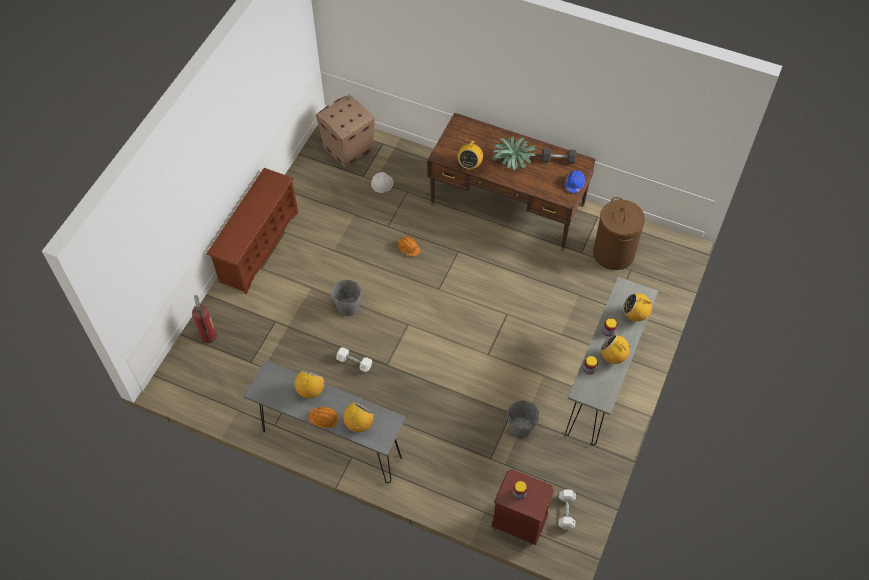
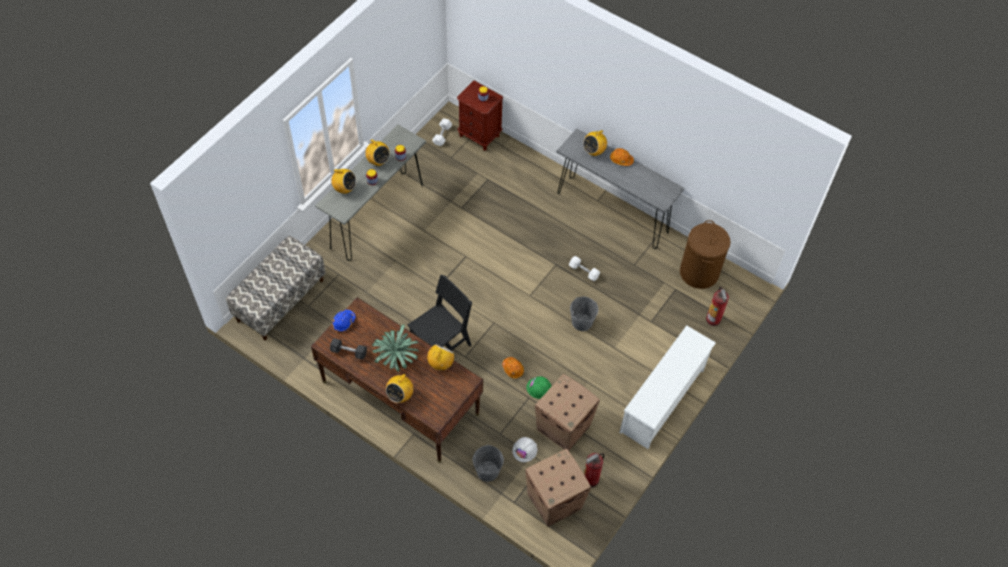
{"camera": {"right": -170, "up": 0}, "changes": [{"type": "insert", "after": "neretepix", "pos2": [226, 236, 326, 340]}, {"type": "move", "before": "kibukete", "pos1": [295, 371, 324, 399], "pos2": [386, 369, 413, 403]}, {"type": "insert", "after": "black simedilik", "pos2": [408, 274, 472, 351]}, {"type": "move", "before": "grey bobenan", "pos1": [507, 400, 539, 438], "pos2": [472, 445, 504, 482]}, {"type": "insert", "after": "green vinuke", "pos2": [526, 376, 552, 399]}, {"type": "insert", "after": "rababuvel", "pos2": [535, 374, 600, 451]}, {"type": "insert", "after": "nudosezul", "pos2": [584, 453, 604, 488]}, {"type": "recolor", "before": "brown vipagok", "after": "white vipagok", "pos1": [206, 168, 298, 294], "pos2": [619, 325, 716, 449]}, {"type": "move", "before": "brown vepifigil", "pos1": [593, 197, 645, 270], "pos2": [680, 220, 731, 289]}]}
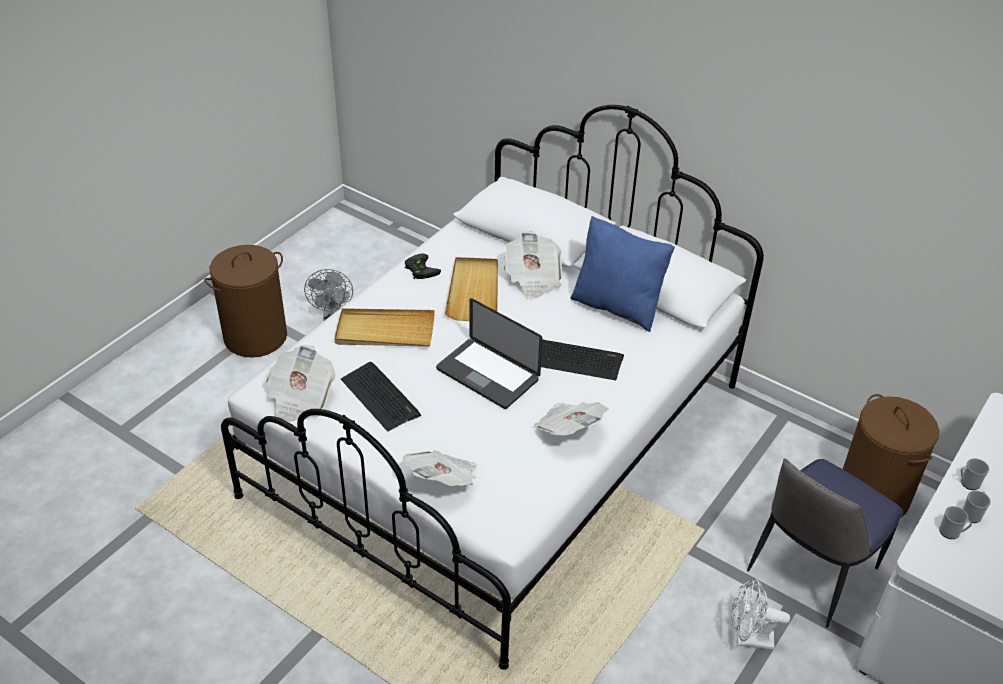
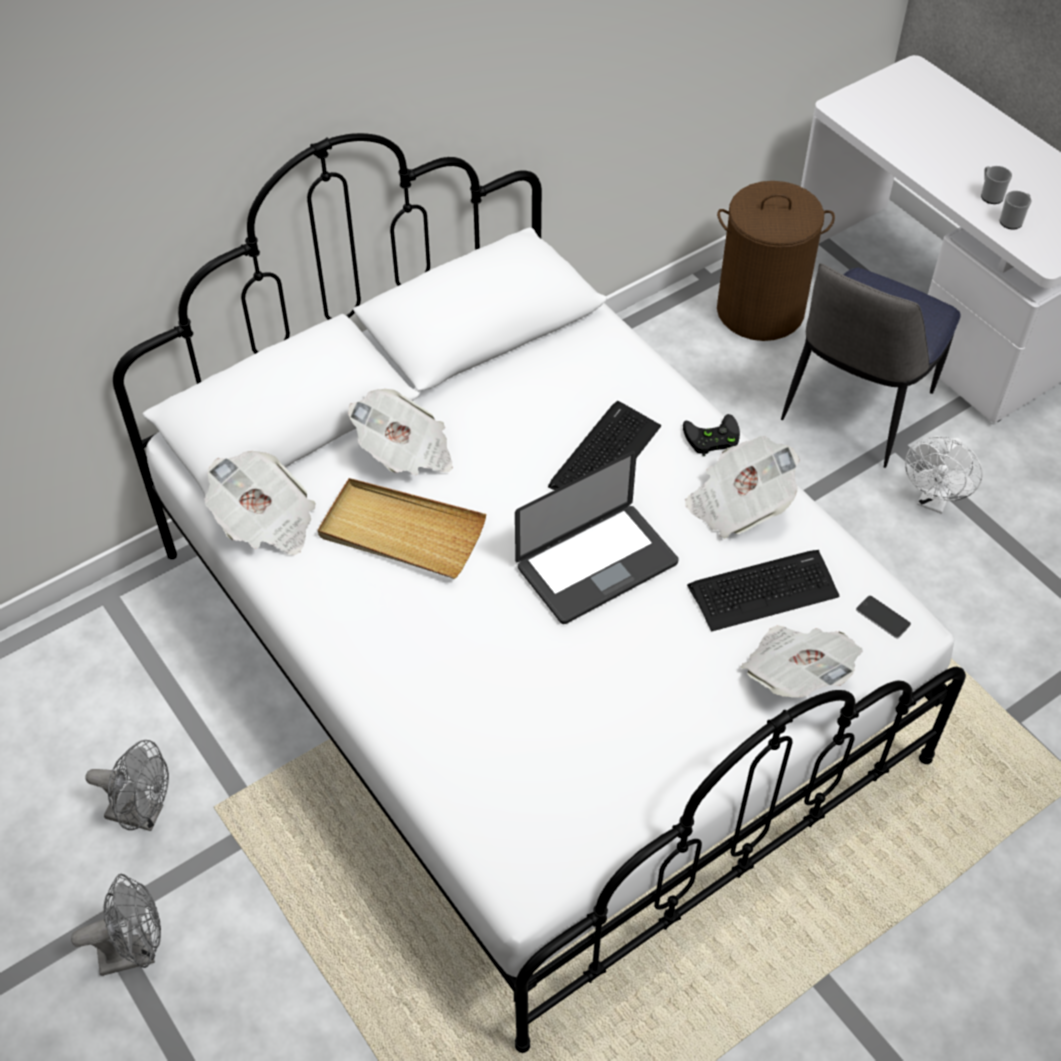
{"camera": {"right": -70, "up": 10}, "changes": [{"type": "replace", "before": "brown vepifigil", "after": "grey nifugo", "pos1": [204, 245, 287, 358], "pos2": [71, 874, 161, 976]}, {"type": "move", "before": "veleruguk", "pos1": [267, 345, 335, 422], "pos2": [204, 451, 316, 555]}, {"type": "move", "before": "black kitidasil", "pos1": [405, 254, 441, 279], "pos2": [683, 414, 740, 456]}, {"type": "move", "before": "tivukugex", "pos1": [341, 362, 421, 432], "pos2": [687, 550, 839, 632]}, {"type": "rotate", "before": "simedilik", "pos1": [747, 459, 903, 628], "pos2": [781, 264, 961, 468], "turn": 60}, {"type": "insert", "after": "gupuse", "pos2": [856, 595, 911, 638]}, {"type": "delete", "before": "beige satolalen", "pos1": [334, 308, 435, 347]}, {"type": "delete", "before": "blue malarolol", "pos1": [570, 216, 675, 332]}, {"type": "delete", "before": "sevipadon", "pos1": [961, 458, 989, 490]}]}
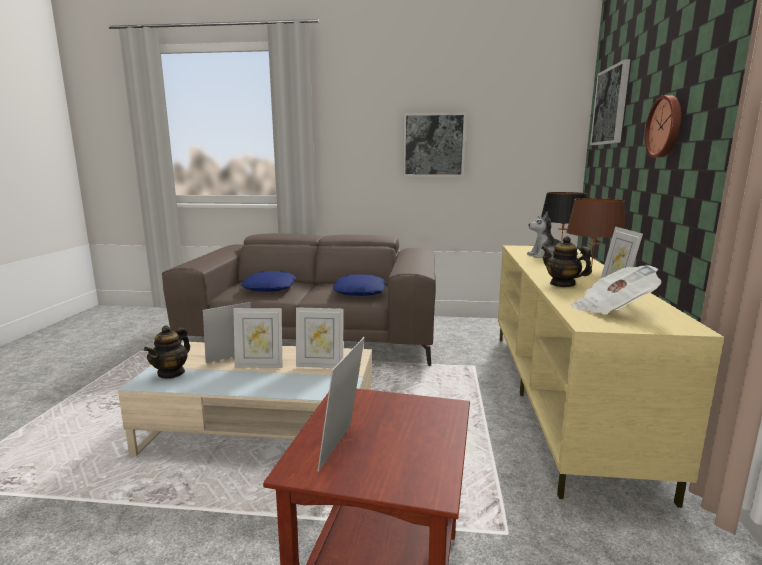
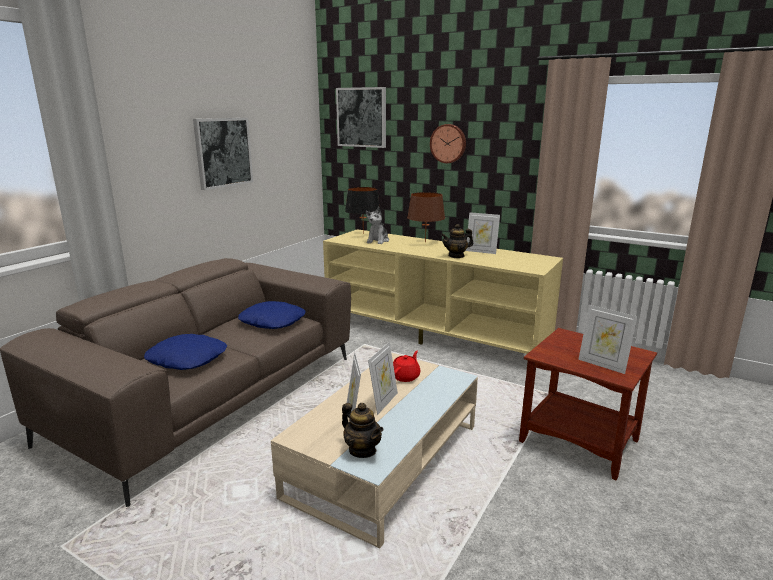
{"camera": {"right": -65, "up": 5}, "changes": [{"type": "replace", "before": "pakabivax", "after": "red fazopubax", "pos1": [296, 307, 344, 368], "pos2": [393, 351, 420, 382]}, {"type": "delete", "before": "veleruguk", "pos1": [571, 265, 661, 314]}]}
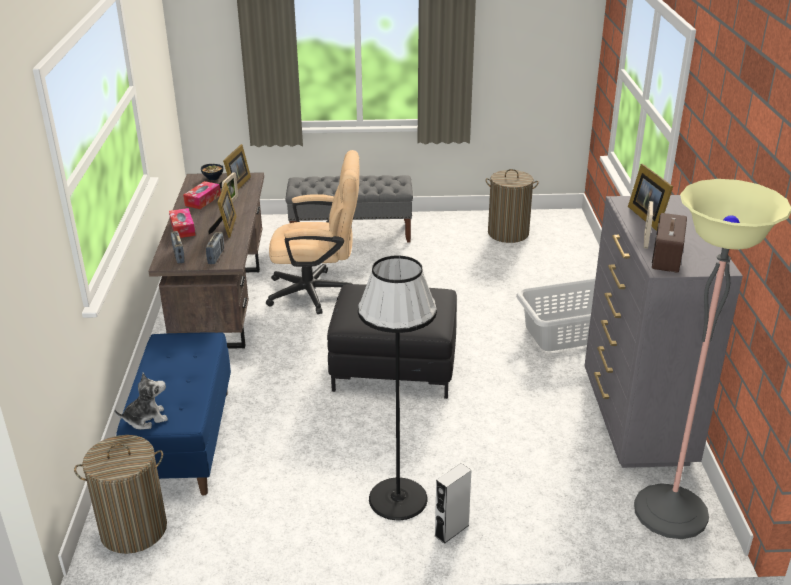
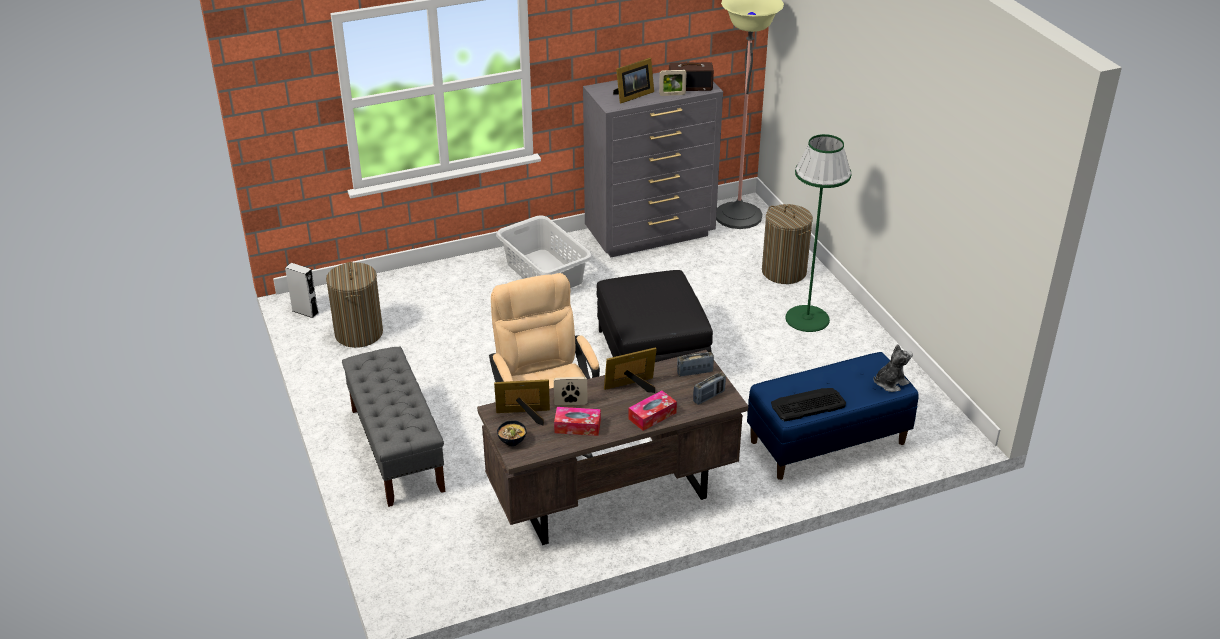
{"camera": {"right": -110, "up": 5}, "changes": [{"type": "move", "before": "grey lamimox", "pos1": [435, 463, 471, 544], "pos2": [285, 263, 318, 318]}, {"type": "move", "before": "vepifigil", "pos1": [74, 435, 167, 554], "pos2": [762, 204, 813, 284]}, {"type": "insert", "after": "tivukugex", "pos2": [771, 388, 846, 421]}, {"type": "recolor", "before": "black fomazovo", "after": "green fomazovo", "pos1": [358, 256, 437, 520], "pos2": [785, 134, 852, 332]}, {"type": "rotate", "before": "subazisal", "pos1": [114, 372, 168, 430], "pos2": [873, 344, 913, 392], "turn": 105}]}
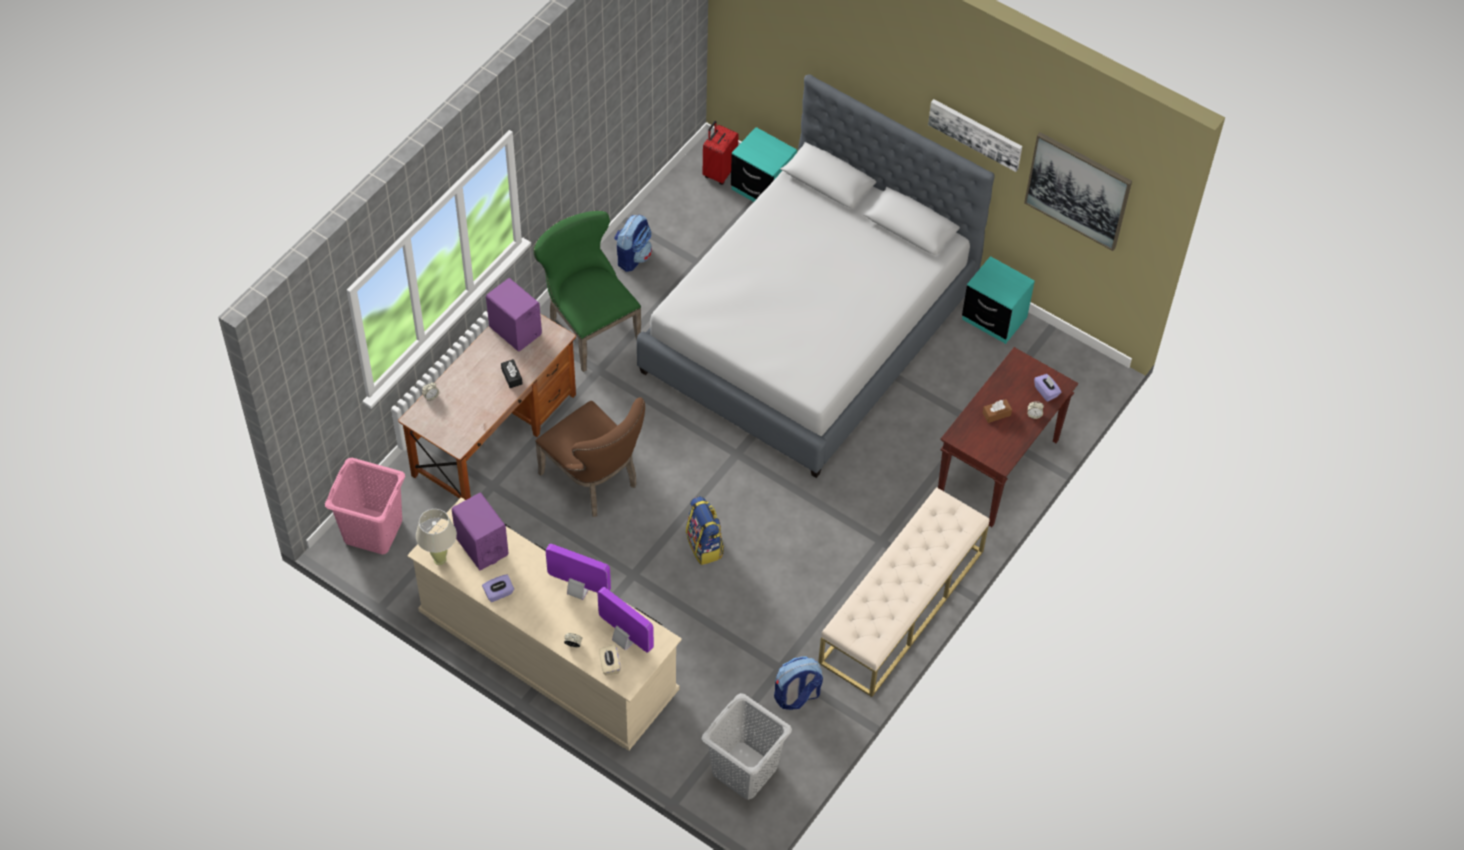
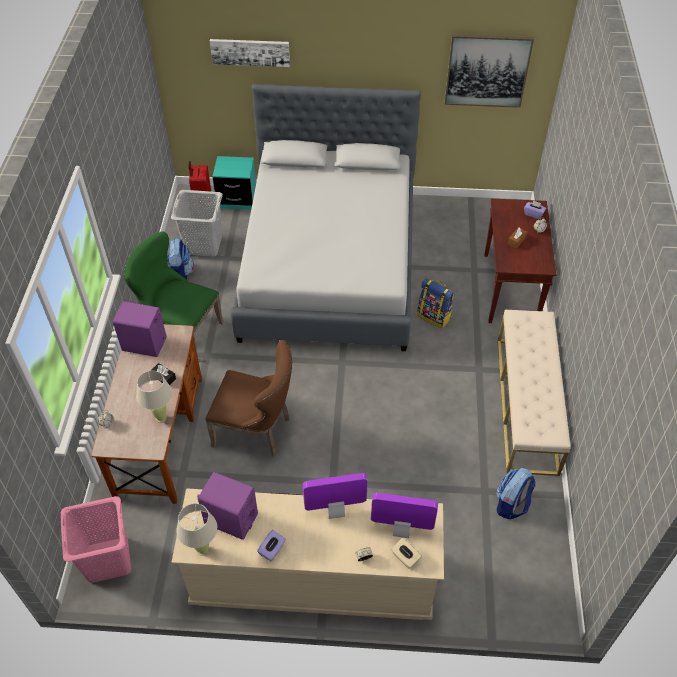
{"camera": {"right": -30, "up": -5}, "changes": [{"type": "insert", "after": "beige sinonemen", "pos2": [136, 370, 172, 423]}, {"type": "move", "before": "grey vepifigil", "pos1": [702, 693, 792, 800], "pos2": [171, 190, 223, 257]}, {"type": "move", "before": "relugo", "pos1": [928, 99, 1022, 172], "pos2": [210, 39, 290, 67]}, {"type": "move", "before": "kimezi", "pos1": [686, 496, 724, 565], "pos2": [417, 278, 454, 328]}, {"type": "delete", "before": "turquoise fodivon", "pos1": [962, 256, 1035, 344]}]}
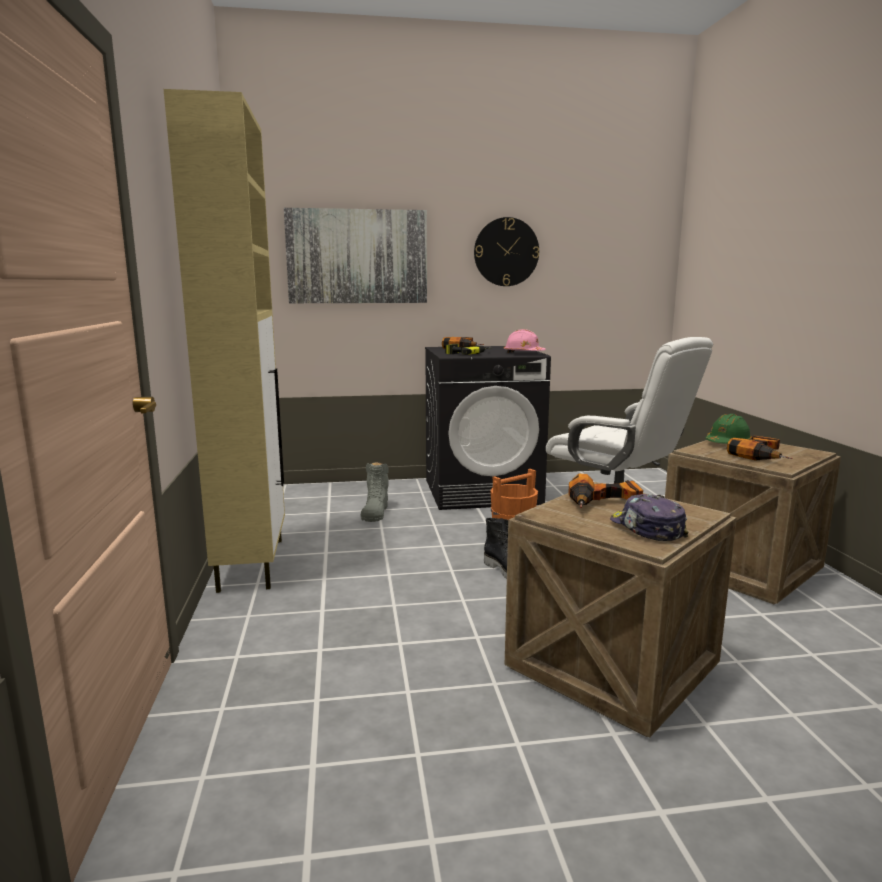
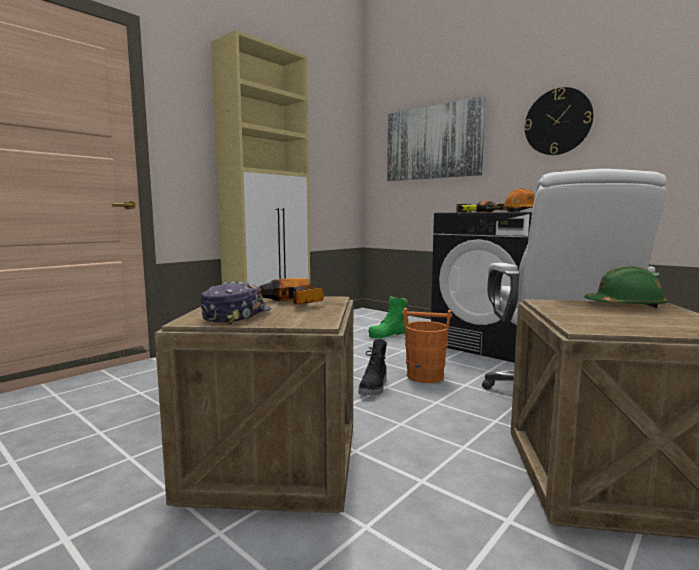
{"camera": {"right": 50, "up": -5}, "changes": [{"type": "recolor", "before": "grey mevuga", "after": "green mevuga", "pos1": [361, 462, 389, 522], "pos2": [368, 296, 409, 338]}, {"type": "recolor", "before": "pink vinuke", "after": "orange vinuke", "pos1": [504, 329, 546, 353], "pos2": [503, 188, 535, 212]}, {"type": "delete", "before": "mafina", "pos1": [727, 436, 793, 461]}]}
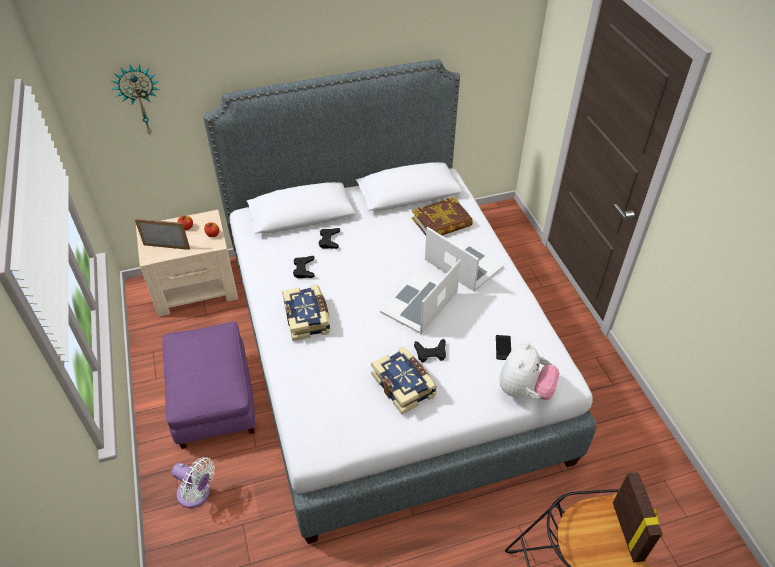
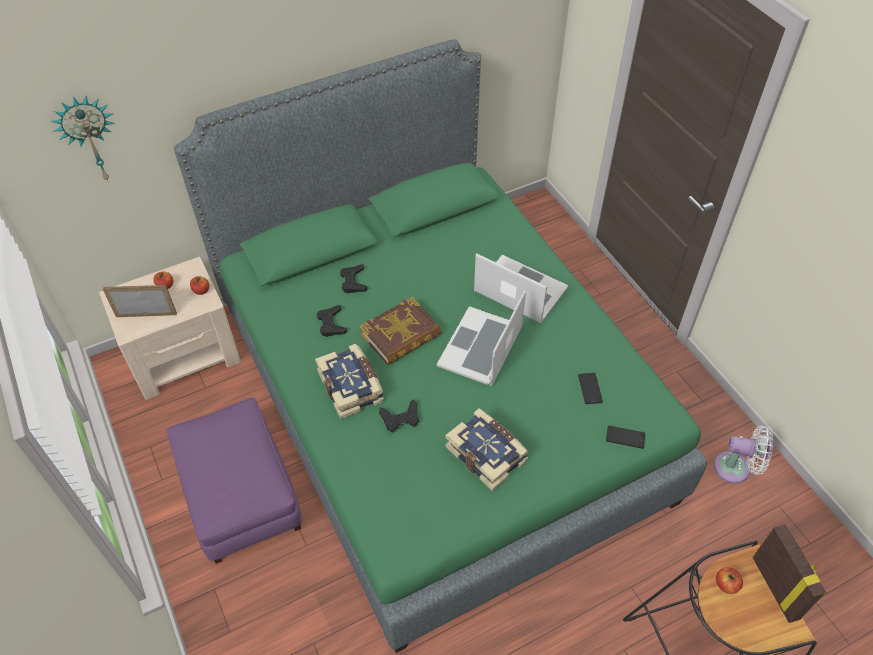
{"camera": {"right": -10, "up": 5}, "changes": [{"type": "recolor", "before": "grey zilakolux", "after": "green zilakolux", "pos1": [203, 59, 596, 544], "pos2": [174, 39, 707, 653]}, {"type": "move", "before": "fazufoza", "pos1": [412, 197, 473, 236], "pos2": [359, 297, 442, 365]}, {"type": "move", "before": "black kitidasil", "pos1": [414, 339, 446, 362], "pos2": [379, 399, 419, 432]}, {"type": "replace", "before": "subazisal", "after": "gupuse", "pos1": [500, 343, 559, 400], "pos2": [606, 426, 645, 449]}, {"type": "move", "before": "white nifugo", "pos1": [171, 457, 215, 508], "pos2": [714, 426, 773, 484]}, {"type": "insert", "after": "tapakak", "pos2": [716, 567, 743, 594]}]}
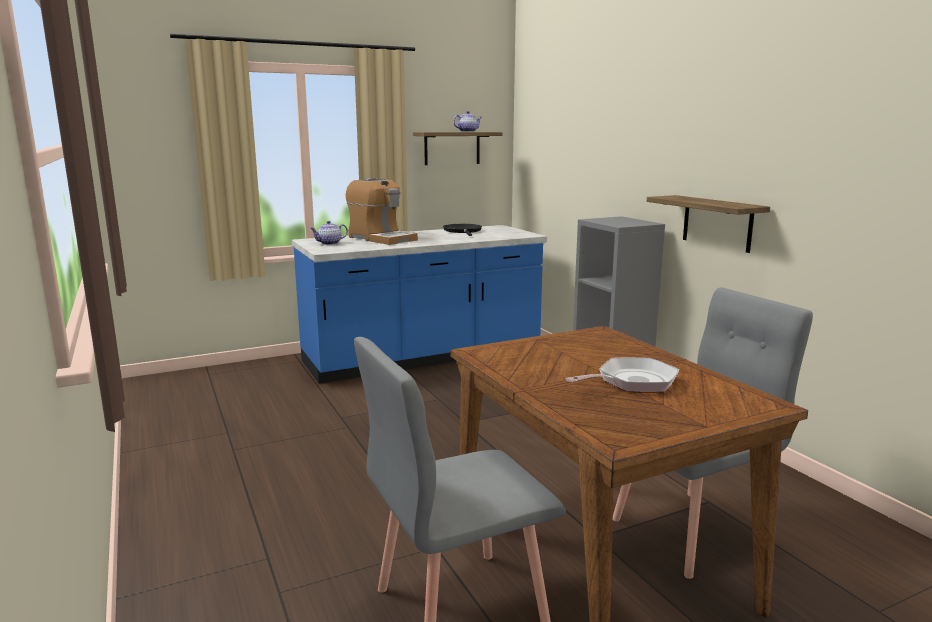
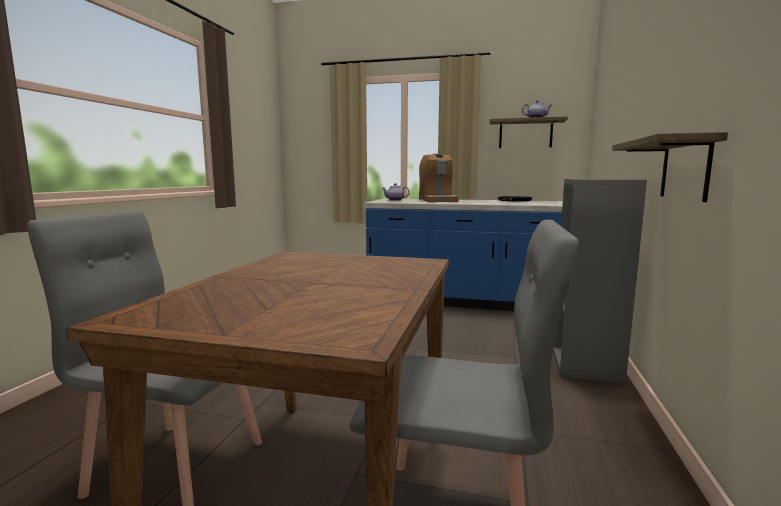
{"camera": {"right": 40, "up": -5}, "changes": [{"type": "delete", "before": "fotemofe", "pos1": [565, 357, 679, 393]}]}
